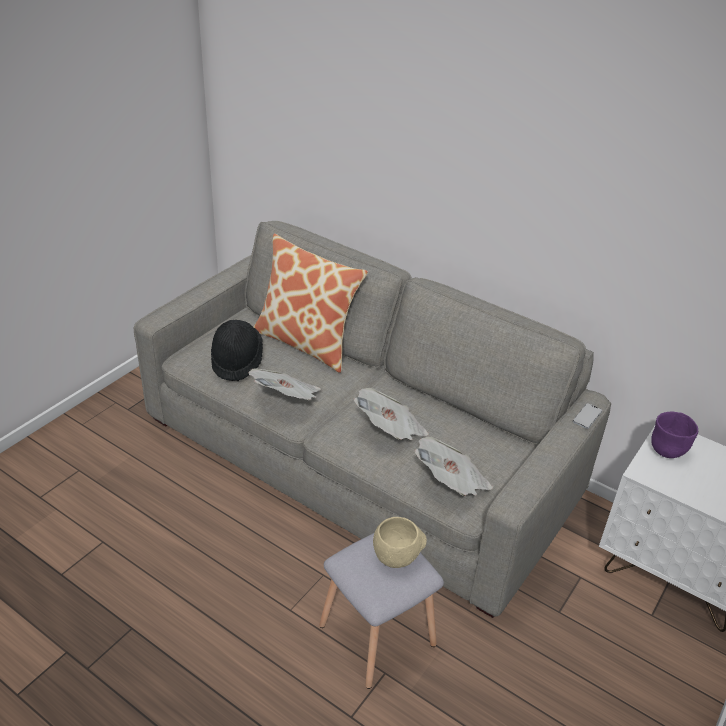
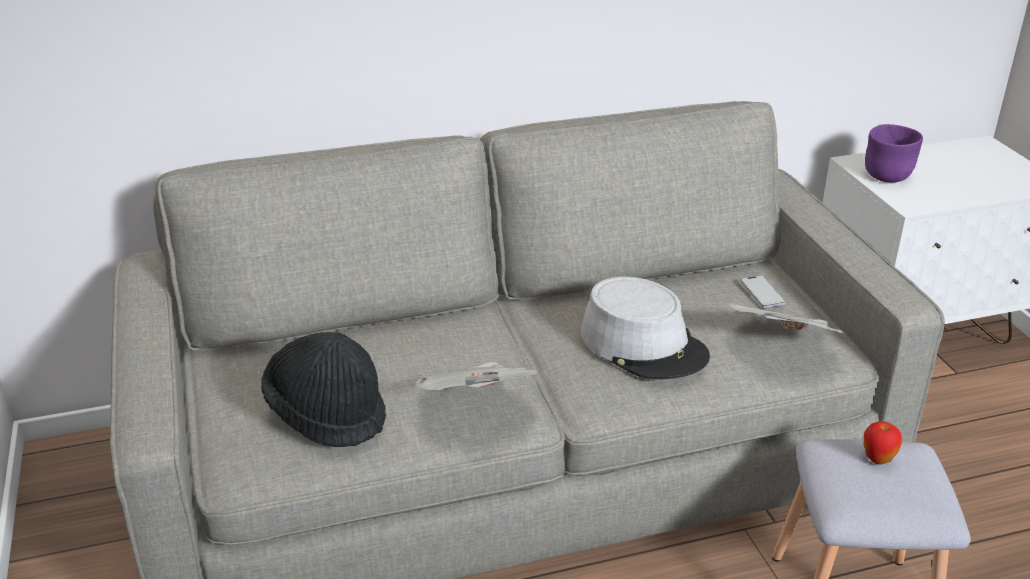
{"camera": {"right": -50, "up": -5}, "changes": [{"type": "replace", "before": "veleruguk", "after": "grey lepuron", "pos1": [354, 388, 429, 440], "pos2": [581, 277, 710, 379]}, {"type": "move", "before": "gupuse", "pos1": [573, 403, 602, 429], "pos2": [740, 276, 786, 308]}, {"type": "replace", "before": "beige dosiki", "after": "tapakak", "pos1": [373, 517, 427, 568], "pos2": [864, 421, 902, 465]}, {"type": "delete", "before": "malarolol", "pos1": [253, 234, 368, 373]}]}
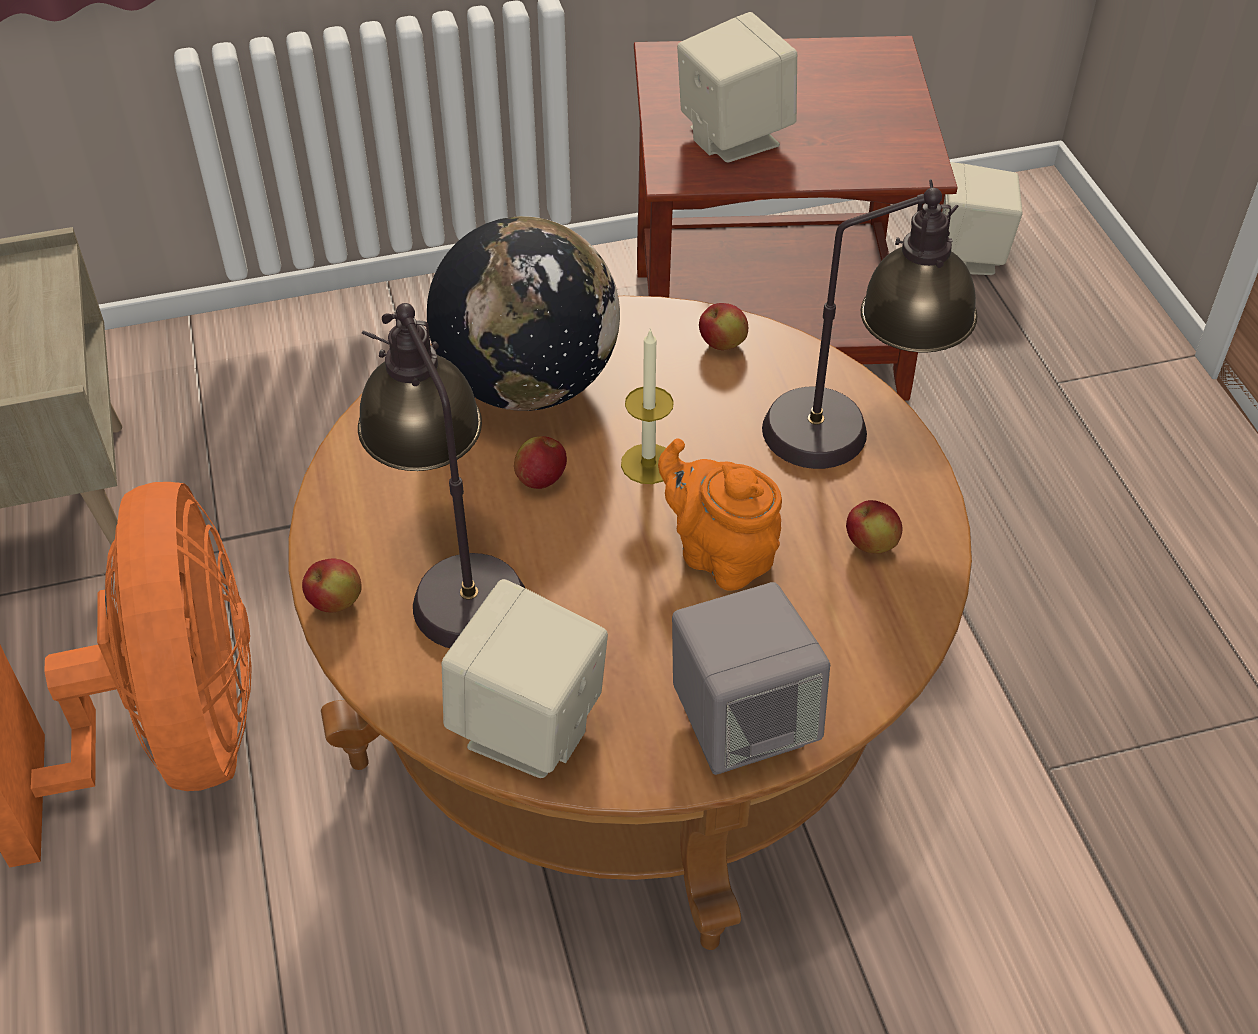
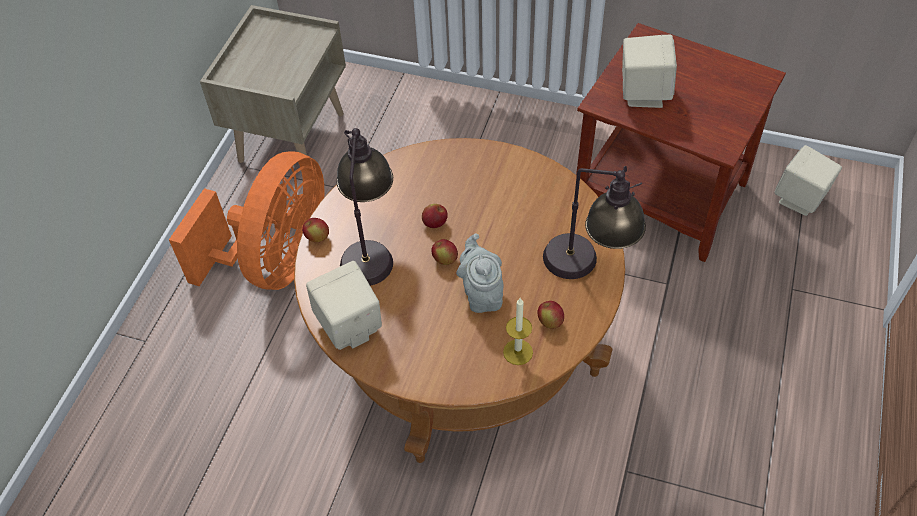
{"camera": {"right": 35, "up": 5}, "changes": [{"type": "move", "before": "tapakak", "pos1": [699, 303, 748, 350], "pos2": [431, 239, 458, 265]}, {"type": "recolor", "before": "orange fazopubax", "after": "grey fazopubax", "pos1": [658, 438, 782, 591], "pos2": [456, 233, 504, 313]}, {"type": "move", "before": "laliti", "pos1": [621, 328, 674, 484], "pos2": [503, 298, 533, 365]}, {"type": "delete", "before": "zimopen", "pos1": [427, 216, 620, 411]}, {"type": "delete", "before": "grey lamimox", "pos1": [672, 582, 830, 775]}]}
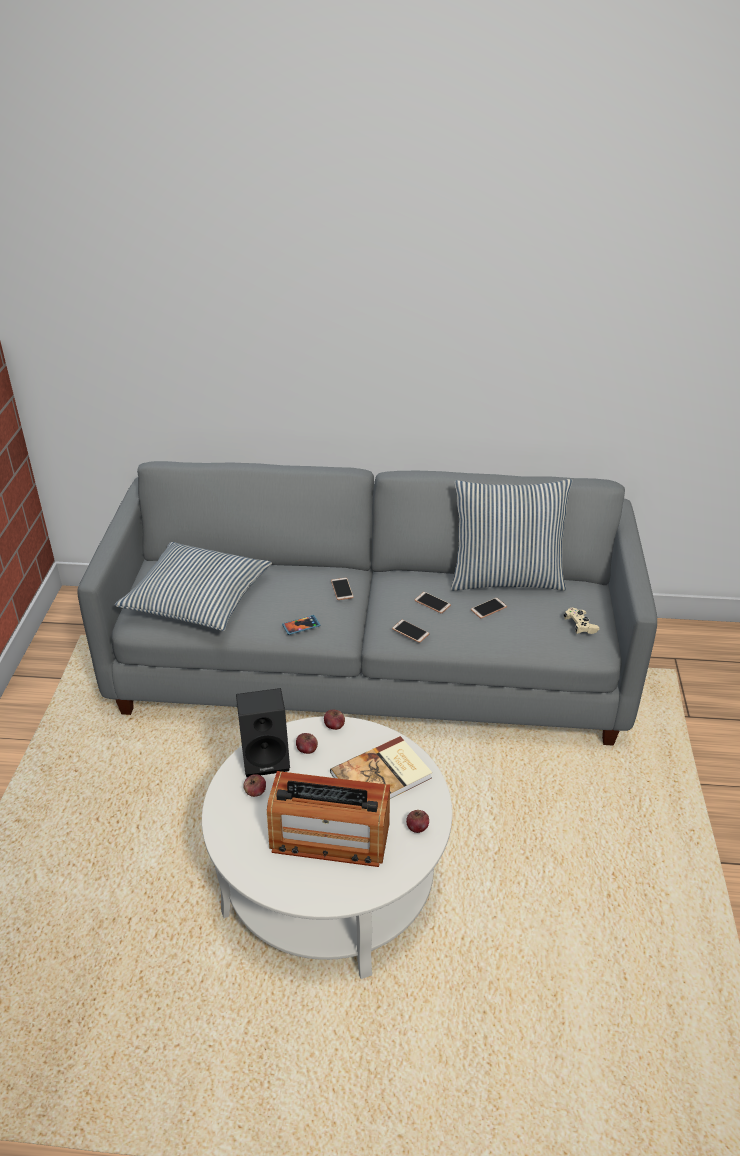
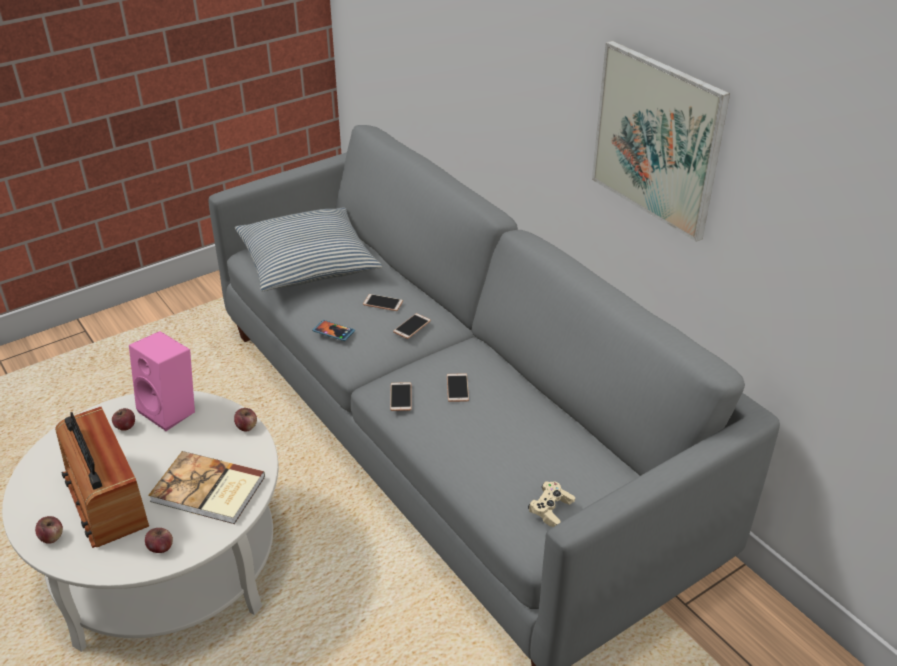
{"camera": {"right": 50, "up": 0}, "changes": [{"type": "move", "before": "tapakak", "pos1": [296, 733, 318, 754], "pos2": [35, 516, 63, 544]}, {"type": "recolor", "before": "black lamimox", "after": "pink lamimox", "pos1": [236, 688, 290, 777], "pos2": [129, 331, 195, 431]}, {"type": "move", "before": "gupuse", "pos1": [471, 598, 507, 619], "pos2": [363, 294, 403, 311]}, {"type": "insert", "after": "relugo", "pos2": [592, 41, 730, 242]}, {"type": "delete", "before": "malarolol", "pos1": [451, 479, 572, 591]}]}
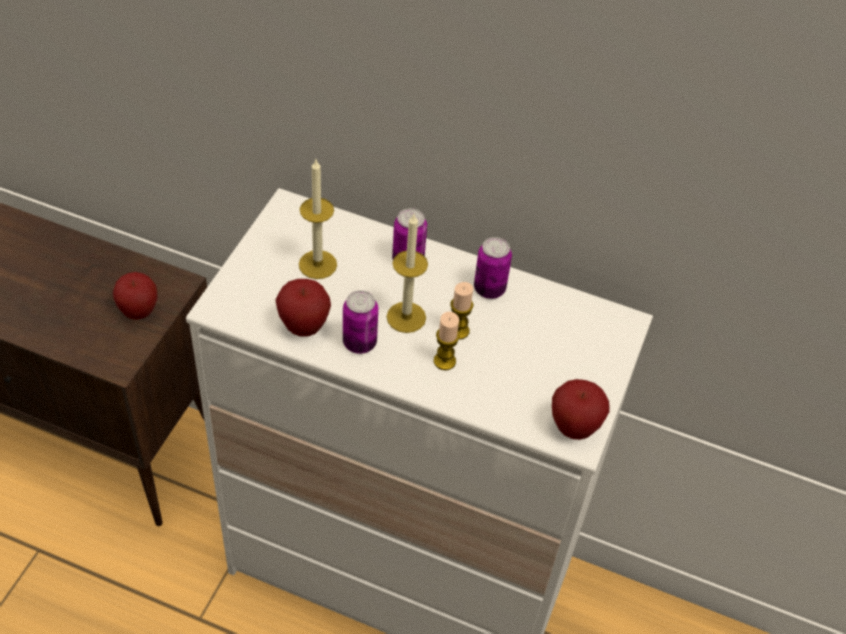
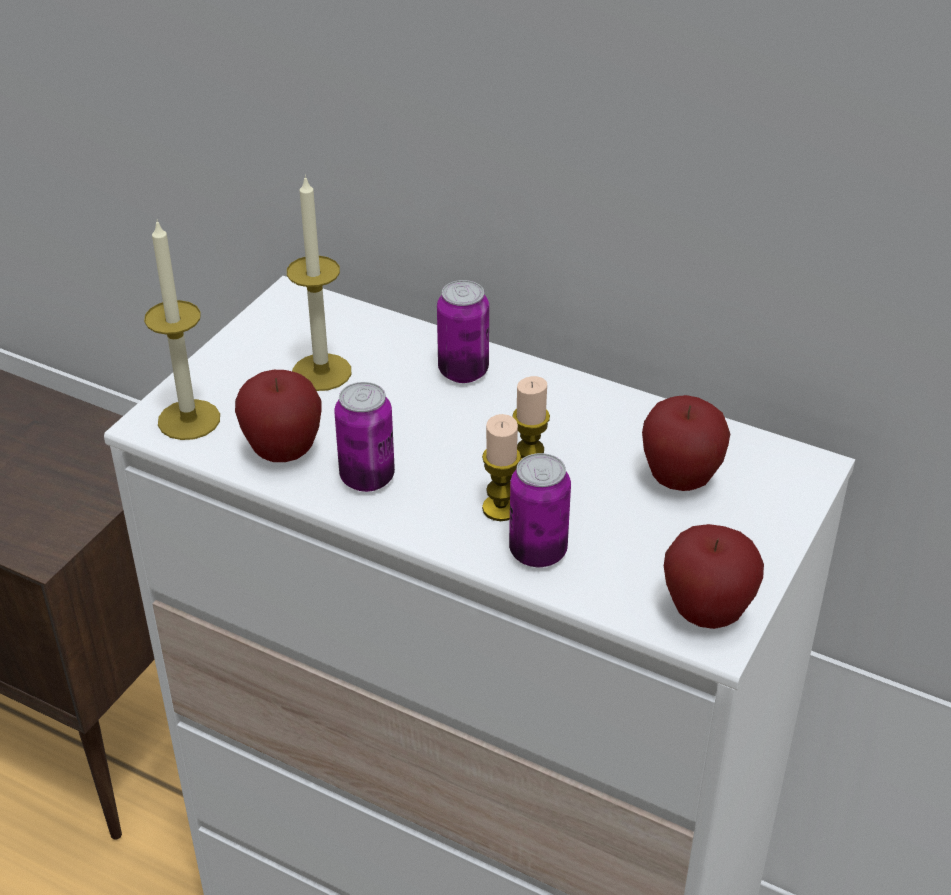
{"camera": {"right": 10, "up": -10}, "changes": [{"type": "move", "before": "laliti", "pos1": [387, 214, 428, 333], "pos2": [144, 221, 220, 440]}, {"type": "move", "before": "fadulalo", "pos1": [474, 237, 512, 299], "pos2": [509, 453, 571, 567]}, {"type": "move", "before": "tapakak", "pos1": [113, 272, 158, 320], "pos2": [642, 395, 730, 491]}]}
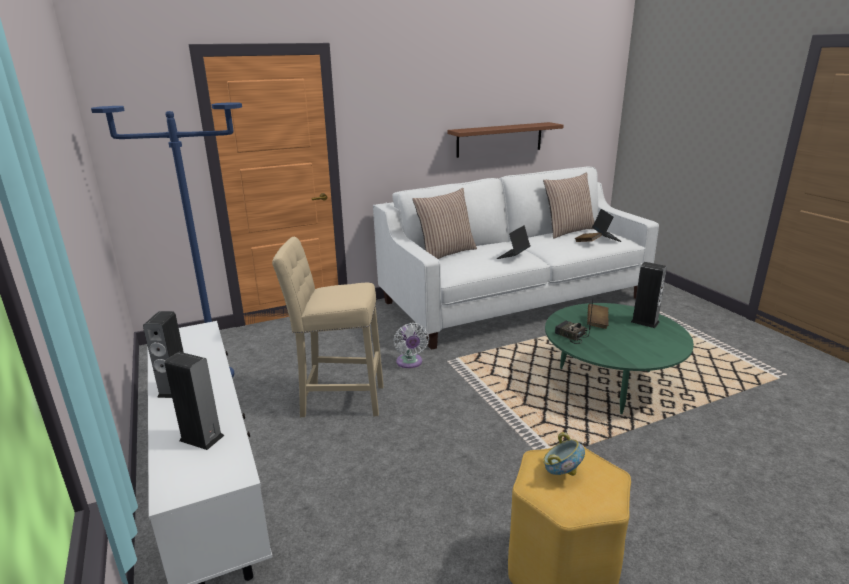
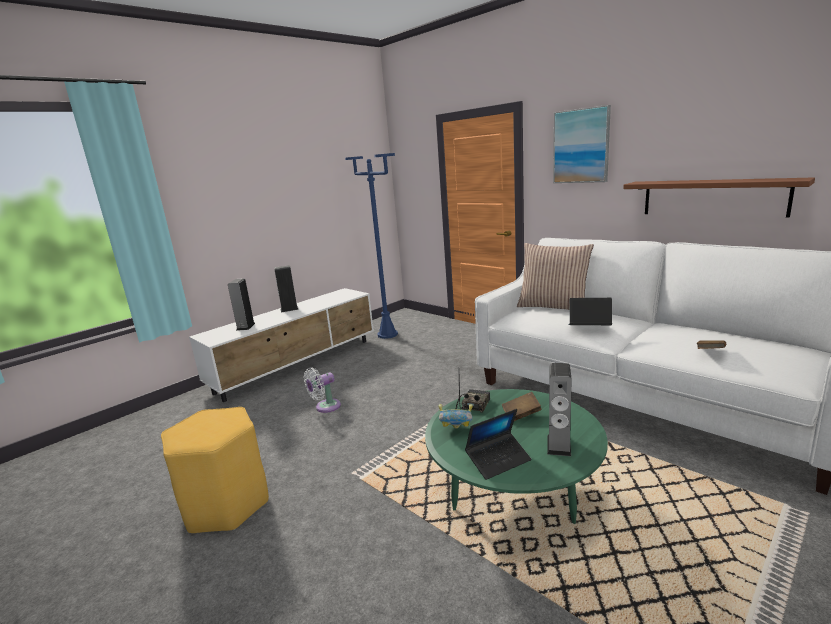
{"camera": {"right": 70, "up": -5}, "changes": [{"type": "move", "before": "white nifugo", "pos1": [393, 323, 429, 368], "pos2": [304, 368, 341, 413]}, {"type": "move", "before": "dosiki", "pos1": [543, 432, 585, 476], "pos2": [439, 404, 473, 428]}, {"type": "move", "before": "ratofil", "pos1": [592, 209, 622, 242], "pos2": [465, 409, 531, 480]}, {"type": "insert", "after": "relugo", "pos2": [553, 105, 611, 183]}, {"type": "delete", "before": "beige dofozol", "pos1": [272, 237, 384, 417]}, {"type": "delete", "before": "malarolol", "pos1": [543, 173, 594, 239]}]}
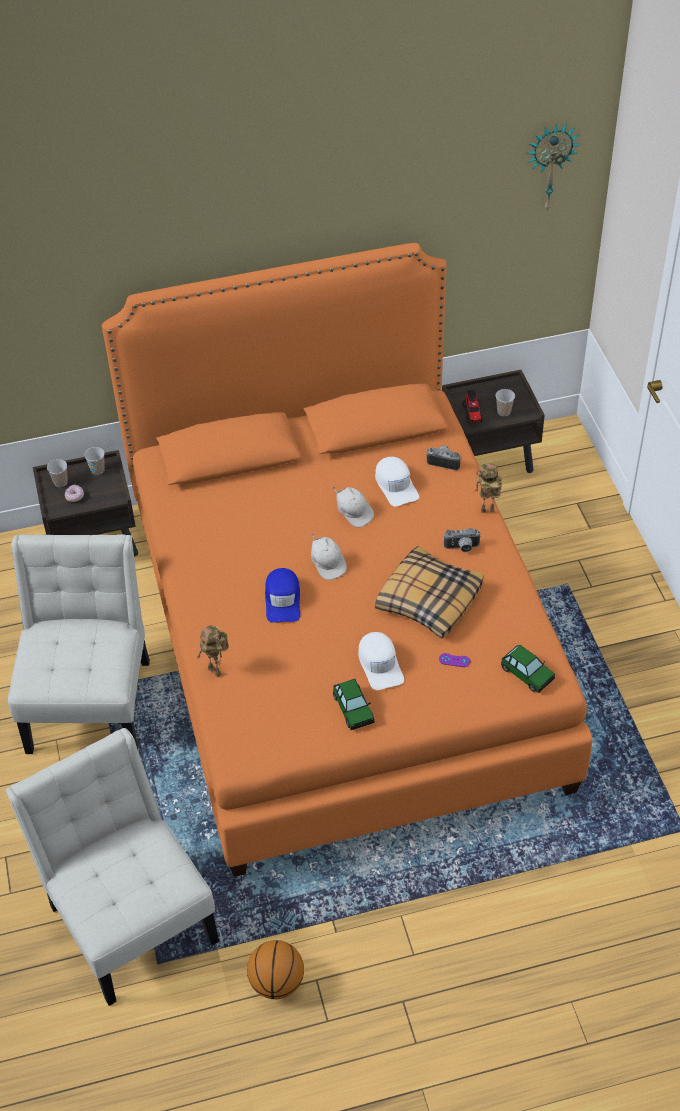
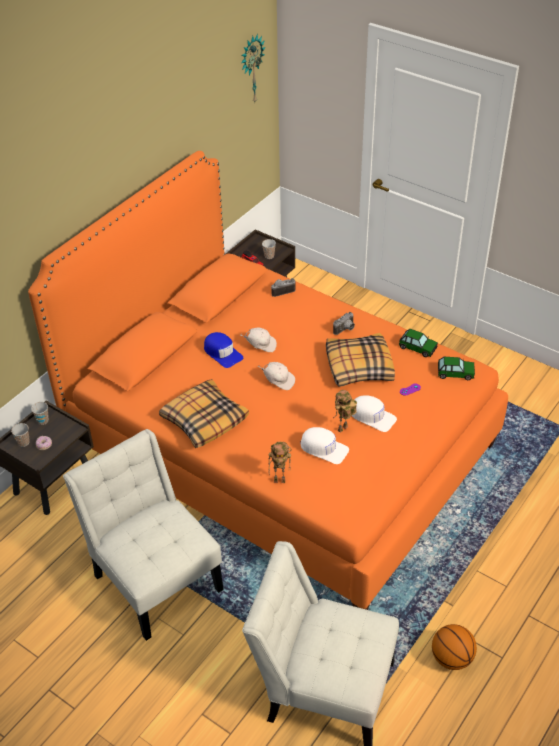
{"camera": {"right": -40, "up": -5}, "changes": [{"type": "insert", "after": "malarolol", "pos2": [159, 379, 249, 448]}, {"type": "move", "before": "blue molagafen", "pos1": [265, 568, 300, 623], "pos2": [204, 332, 243, 368]}, {"type": "move", "before": "white molagafen", "pos1": [375, 457, 419, 506], "pos2": [300, 427, 349, 464]}, {"type": "move", "before": "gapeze", "pos1": [475, 463, 502, 513], "pos2": [333, 390, 357, 433]}, {"type": "move", "before": "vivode", "pos1": [333, 679, 375, 730], "pos2": [399, 329, 438, 357]}]}
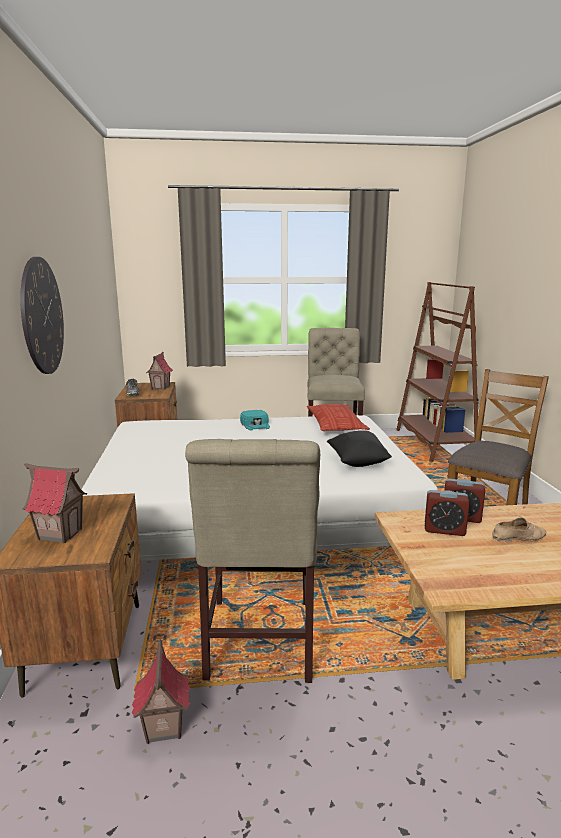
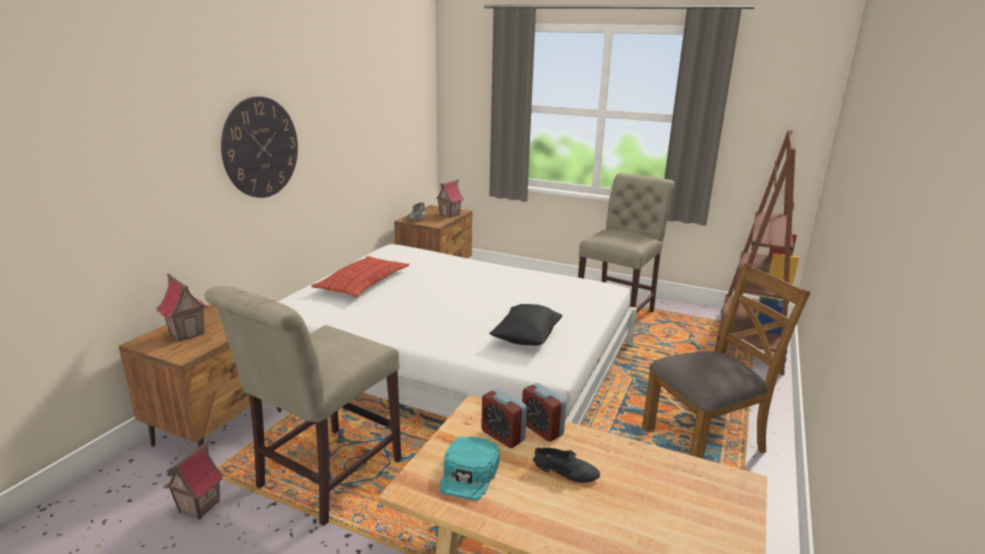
{"camera": {"right": 30, "up": 5}, "changes": [{"type": "move", "before": "malarolol", "pos1": [307, 404, 370, 431], "pos2": [311, 256, 409, 297]}, {"type": "move", "before": "turquoise molagafen", "pos1": [240, 410, 270, 431], "pos2": [439, 436, 500, 501]}, {"type": "recolor", "before": "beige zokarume", "after": "black zokarume", "pos1": [492, 517, 546, 542], "pos2": [533, 447, 600, 483]}]}
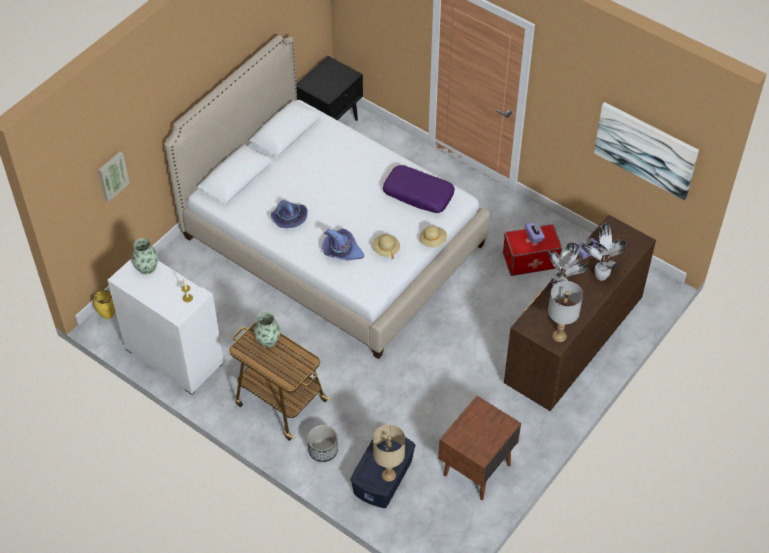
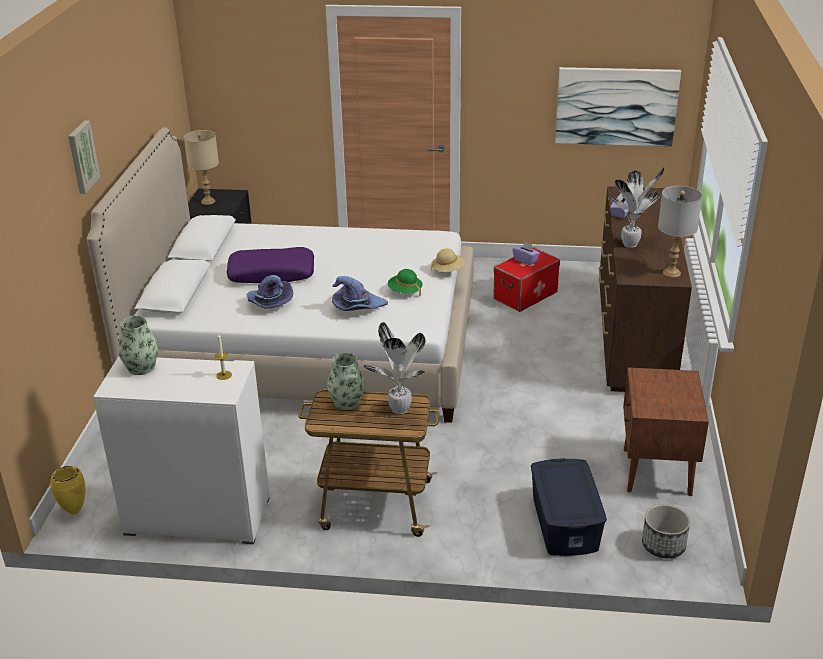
{"camera": {"right": -30, "up": -20}, "changes": [{"type": "move", "before": "relugo", "pos1": [98, 152, 130, 202], "pos2": [68, 121, 100, 194]}, {"type": "move", "before": "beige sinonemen", "pos1": [373, 424, 405, 482], "pos2": [184, 130, 219, 205]}, {"type": "move", "before": "purple malarolol", "pos1": [383, 165, 455, 213], "pos2": [227, 247, 314, 283]}, {"type": "move", "before": "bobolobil", "pos1": [582, 223, 626, 281], "pos2": [363, 322, 426, 414]}, {"type": "recolor", "before": "beige lepuron", "after": "green lepuron", "pos1": [372, 234, 400, 259], "pos2": [388, 269, 423, 296]}, {"type": "move", "before": "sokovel", "pos1": [307, 425, 338, 462], "pos2": [642, 504, 690, 558]}]}
